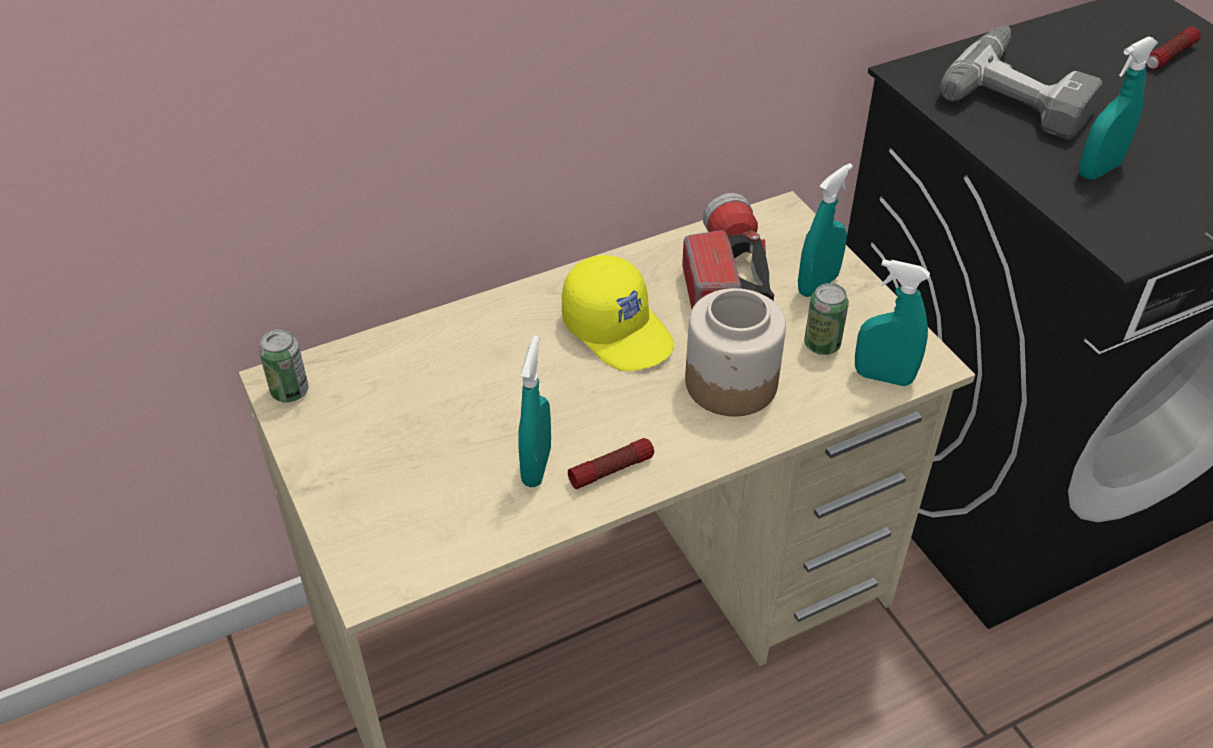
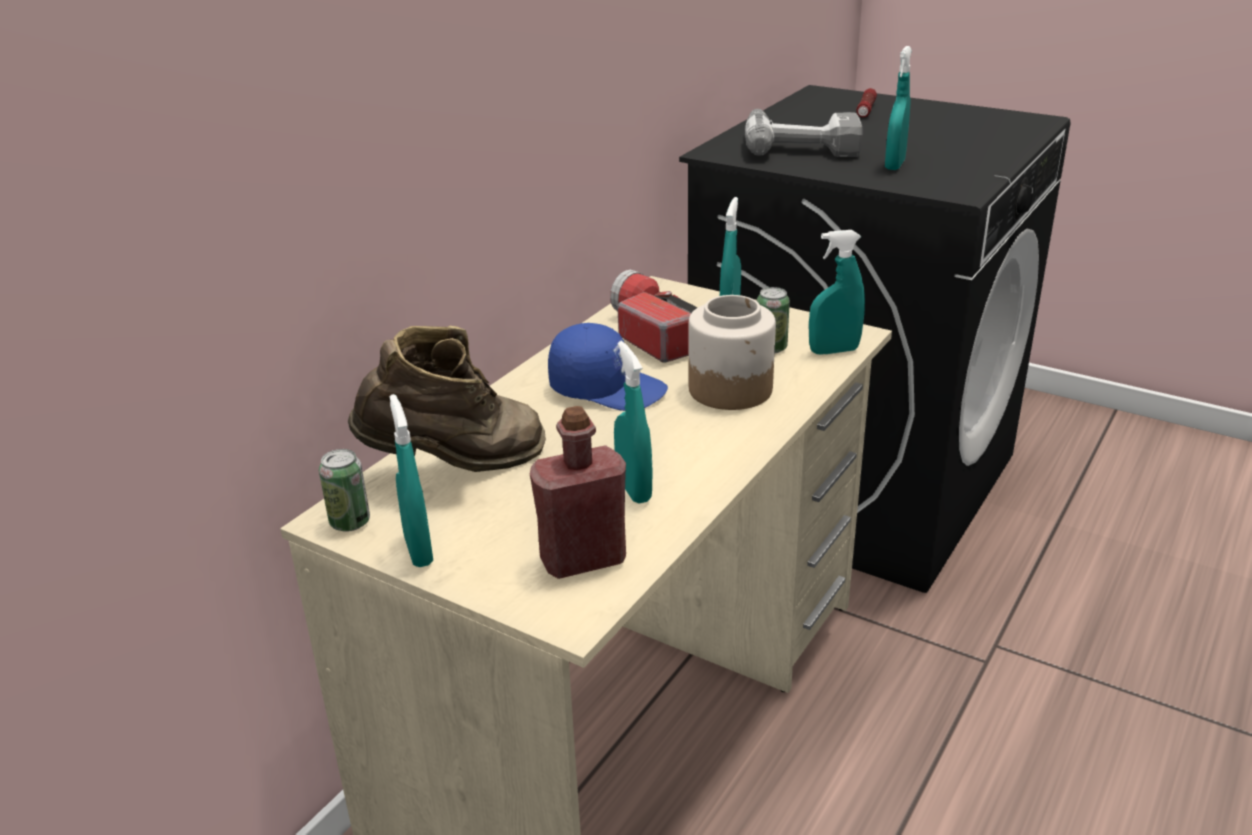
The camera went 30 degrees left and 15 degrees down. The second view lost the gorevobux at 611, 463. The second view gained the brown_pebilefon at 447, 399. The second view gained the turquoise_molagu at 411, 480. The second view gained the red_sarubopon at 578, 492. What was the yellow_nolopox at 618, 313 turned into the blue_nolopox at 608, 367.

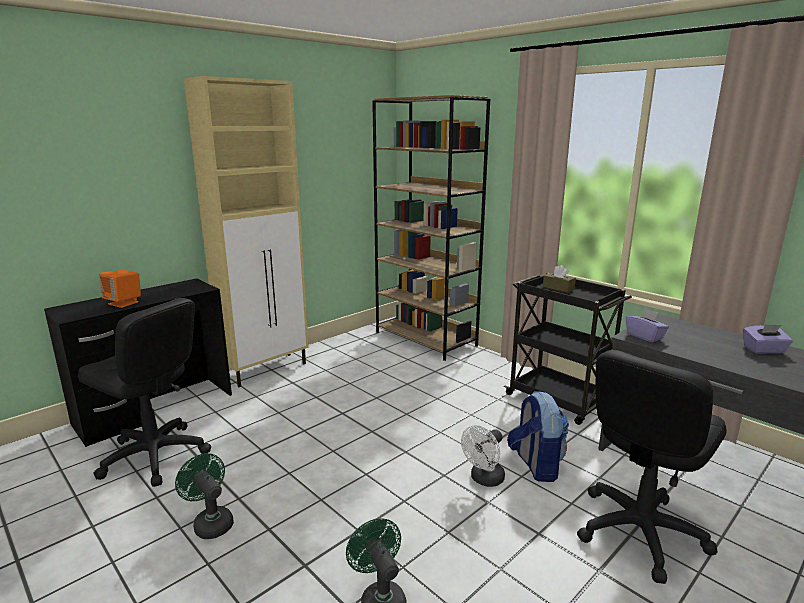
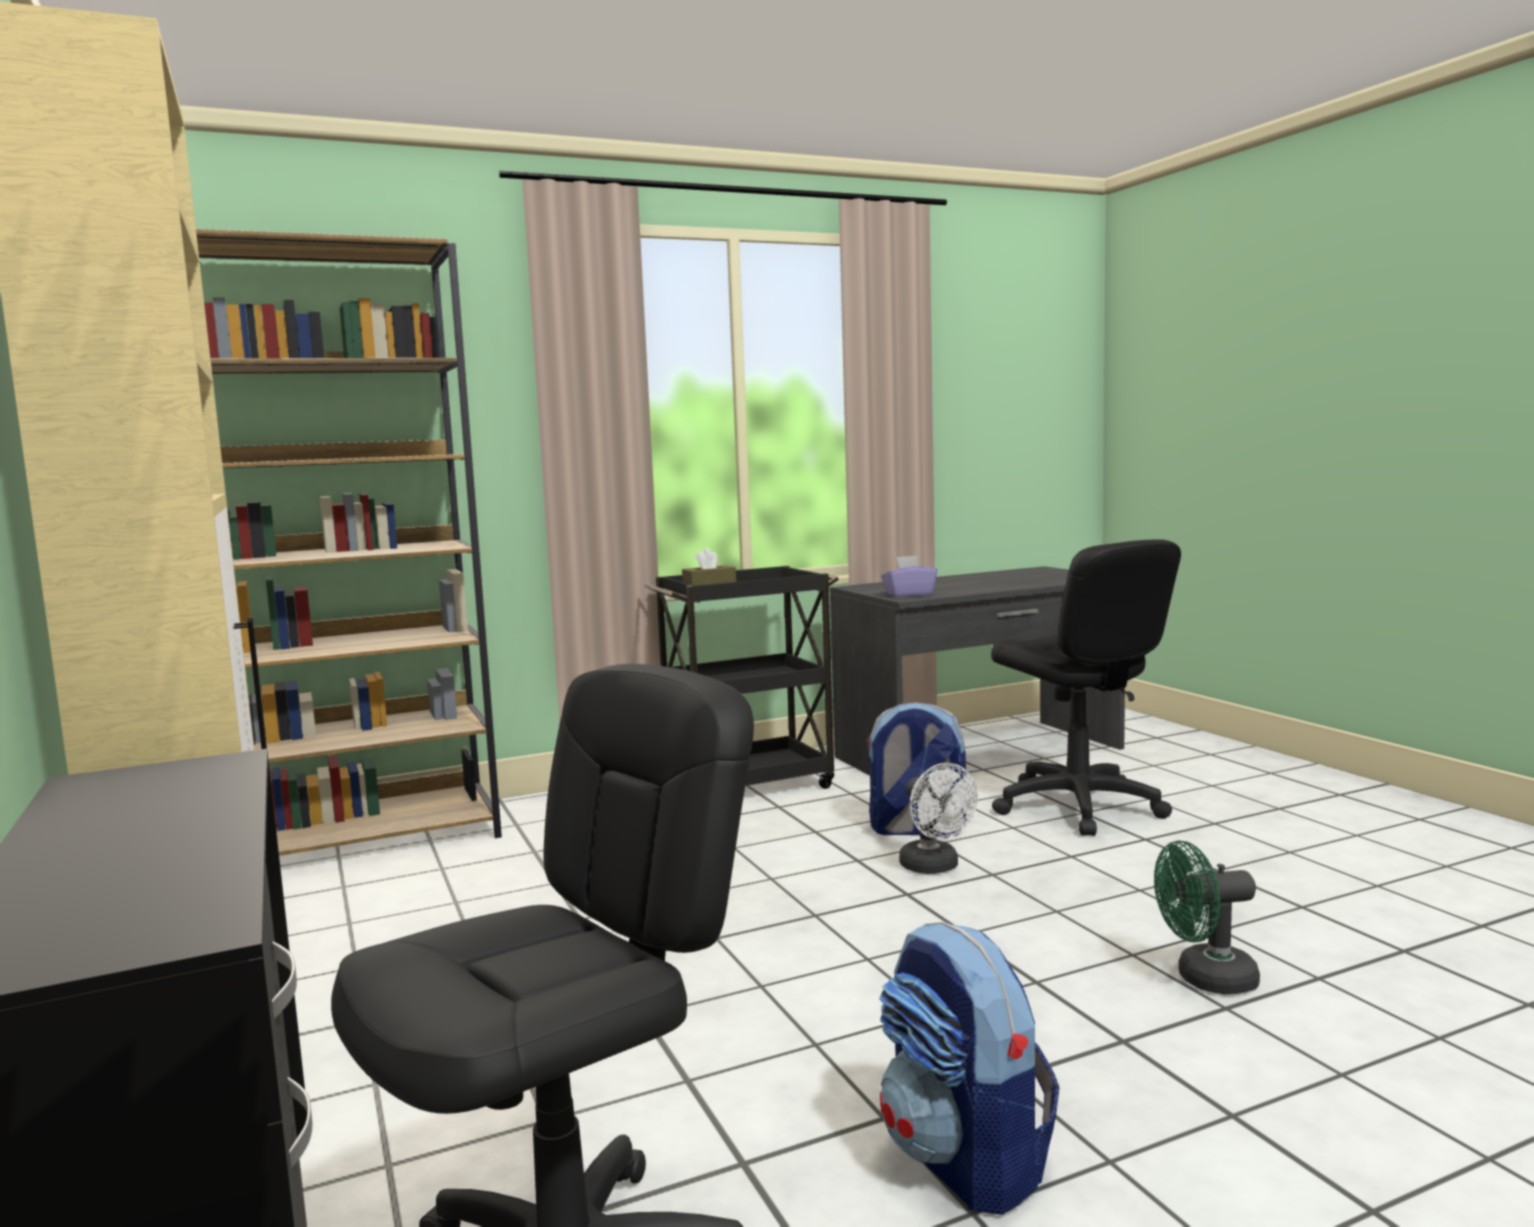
The camera went 70 degrees left and 10 degrees down. The second view lost the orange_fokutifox at 120, 289. The second view lost the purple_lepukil at 768, 339. Where the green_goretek stood at 204, 496, the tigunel came to stand at 969, 1068.

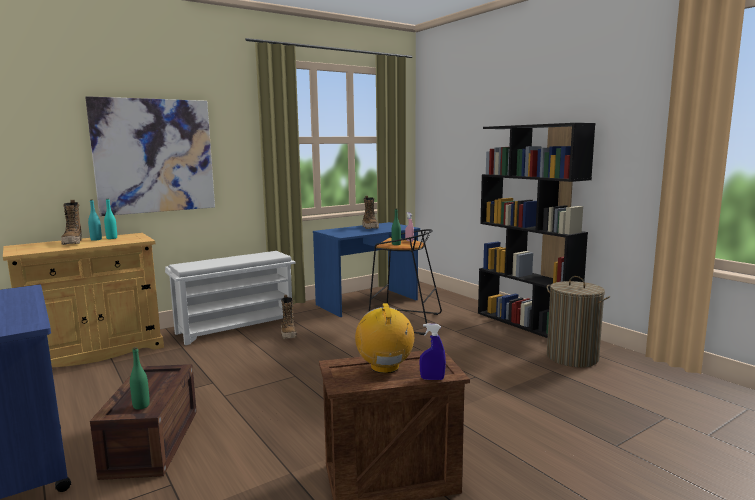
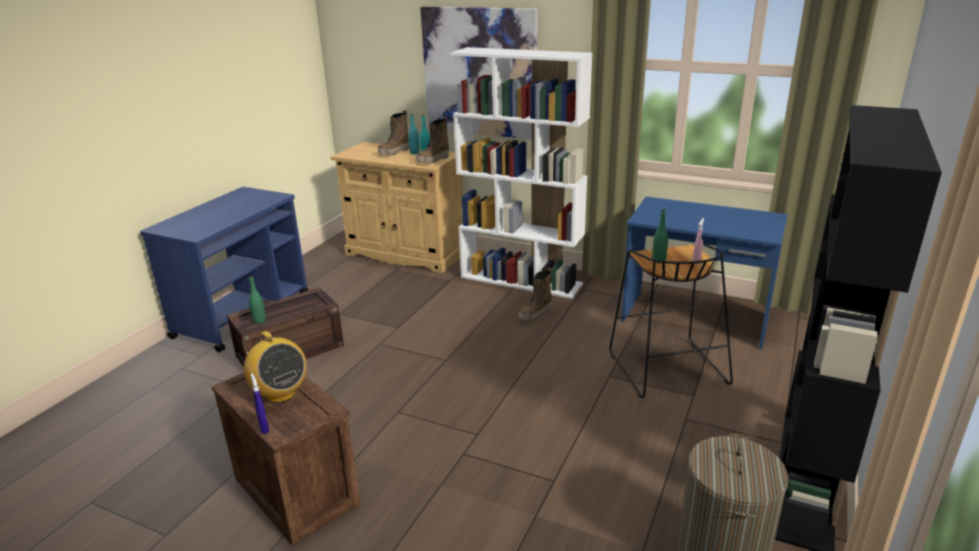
The camera went 60 degrees right and 15 degrees up. The pebilefon ended up elsewhere, having gone from 370, 212 to 432, 140. Where the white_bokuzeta stood at 230, 298, the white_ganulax came to stand at 521, 173. The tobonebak at 384, 338 ended up facing another way, 90 degrees clockwise from before.

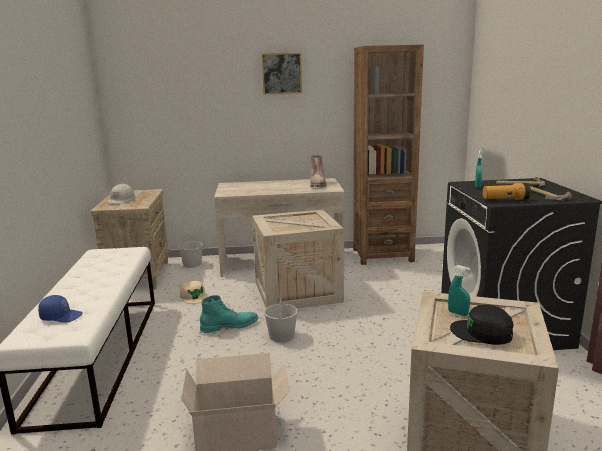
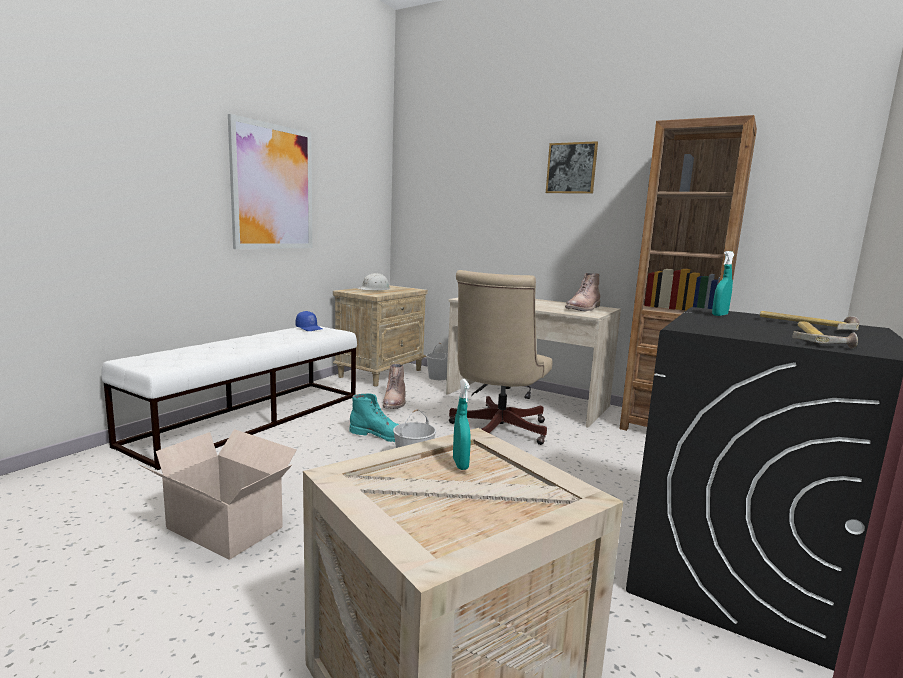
The camera went 35 degrees right and 5 degrees down. The second view lost the black_nolopox at 481, 325. The second view lost the gorevobux at 506, 191. The second view gained the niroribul at 270, 181. The blue_nolopox ended up elsewhere, having gone from 60, 309 to 309, 321. Where the beige_nolopox stood at 194, 292, the brown_pebilefon came to stand at 394, 386. Where the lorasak stood at 298, 258, the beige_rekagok came to stand at 500, 357.

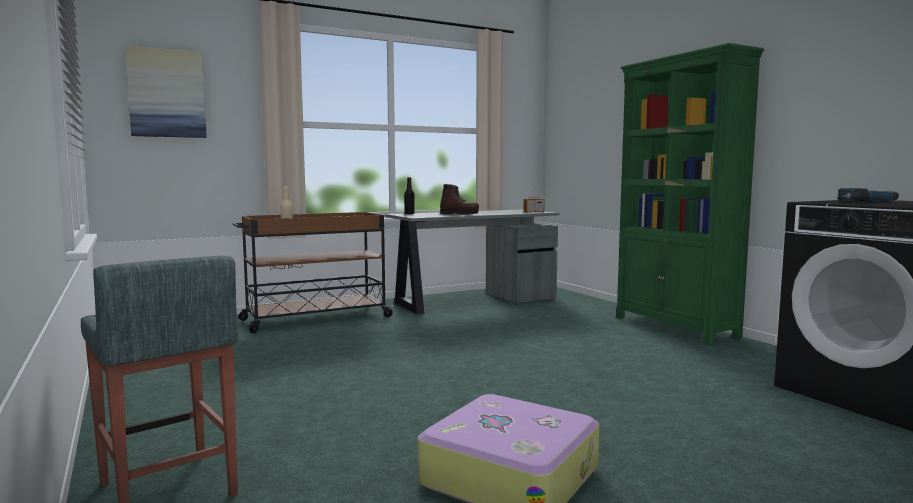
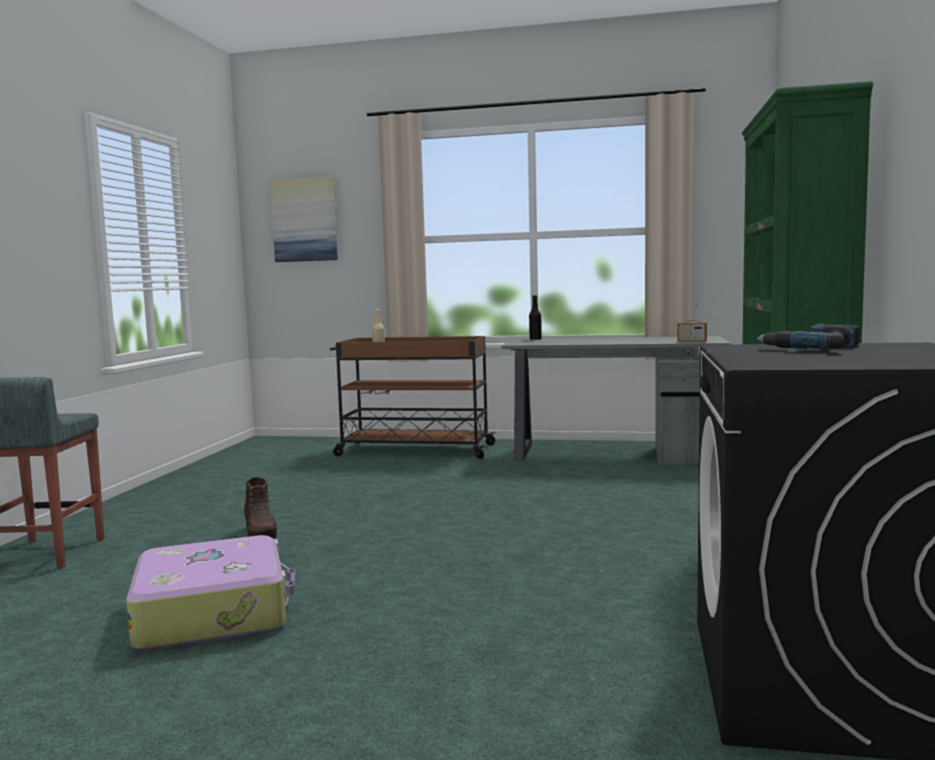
The camera went 40 degrees right and 0 degrees up. The brown_pebilefon ended up elsewhere, having gone from 459, 199 to 260, 508.

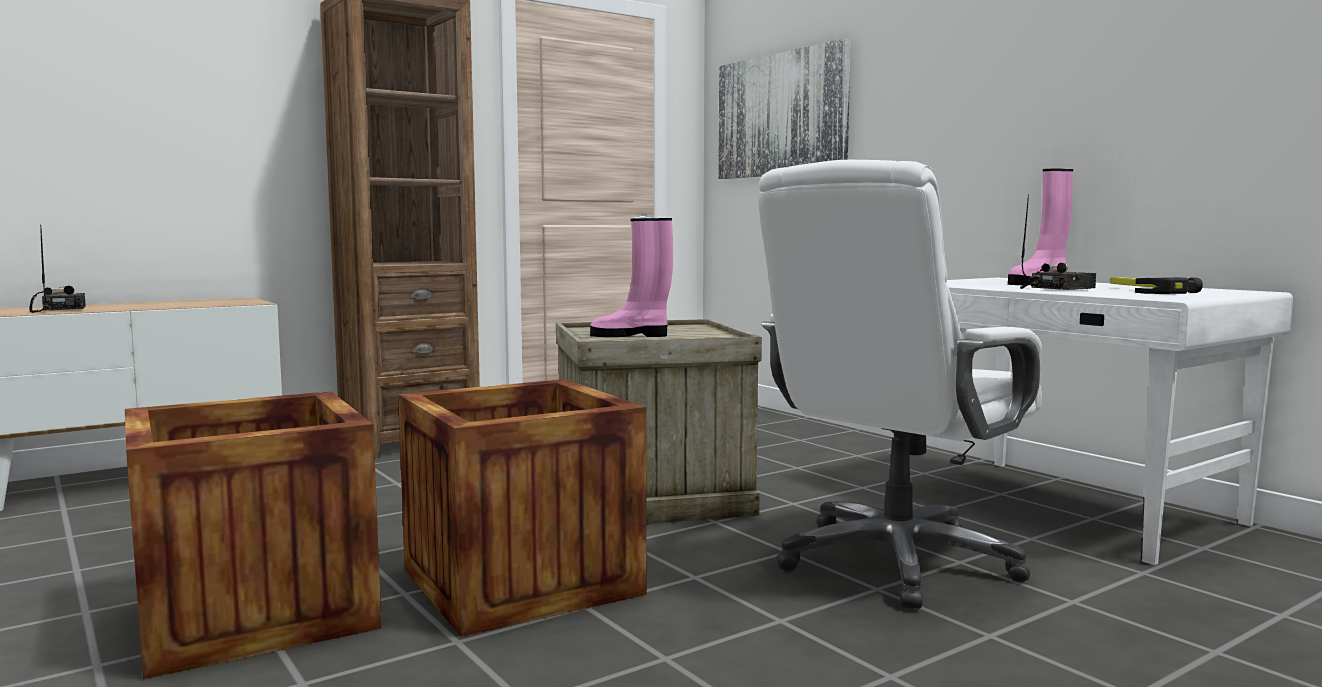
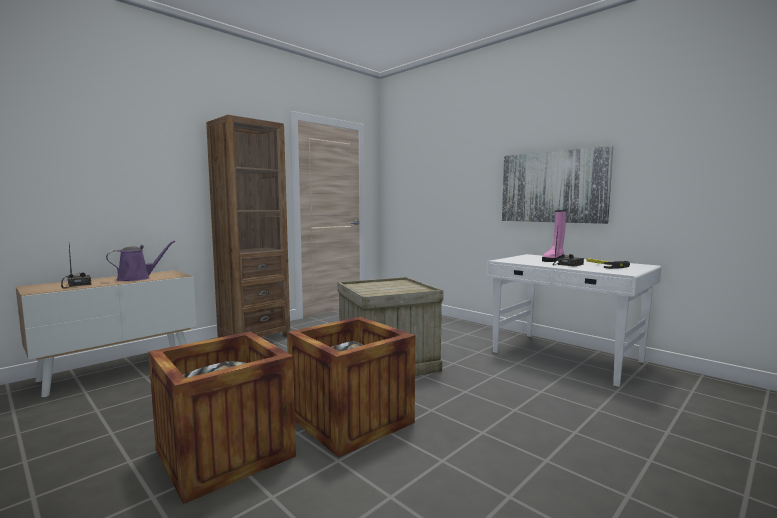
The camera went 10 degrees left and 0 degrees up. The second view lost the pink_pebilefon at 631, 277. The second view lost the white_rekagok at 900, 384. The second view gained the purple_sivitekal at 140, 260. The niroribul ended up elsewhere, having gone from 784, 108 to 557, 185.

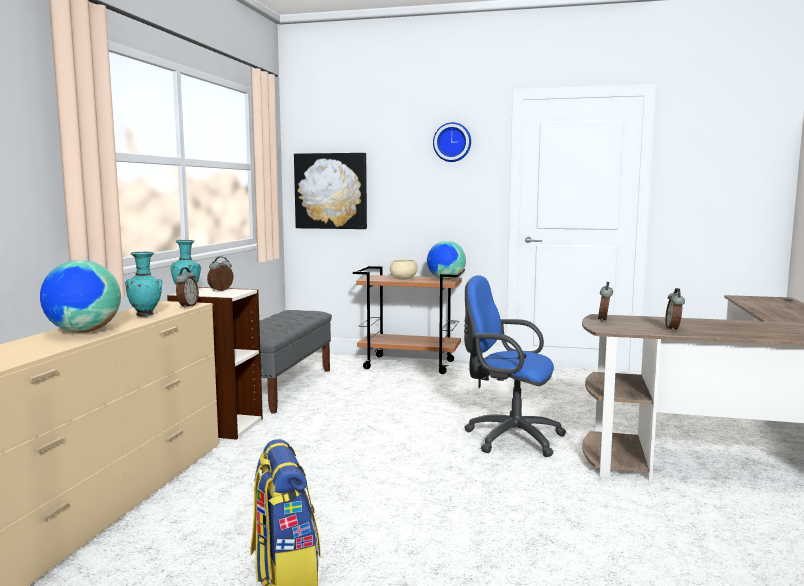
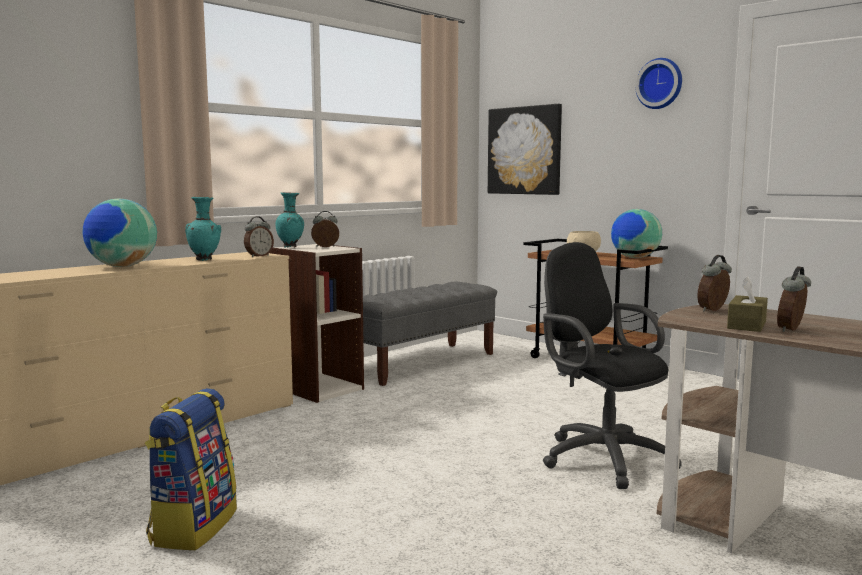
The camera went 30 degrees right and 0 degrees up. The second view gained the brown_lepukil at 747, 304. What was the blue_rekagok at 515, 366 turned into the black_rekagok at 612, 365.

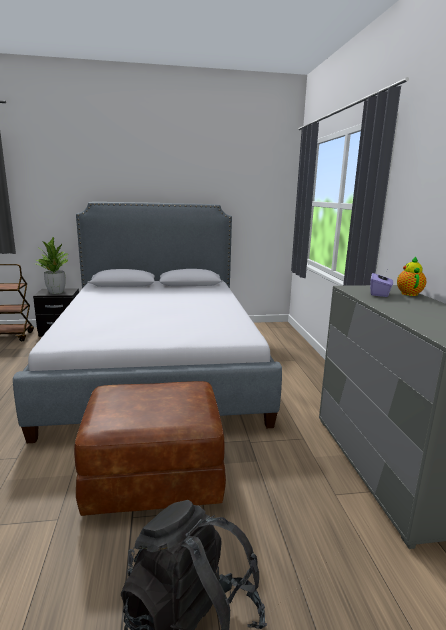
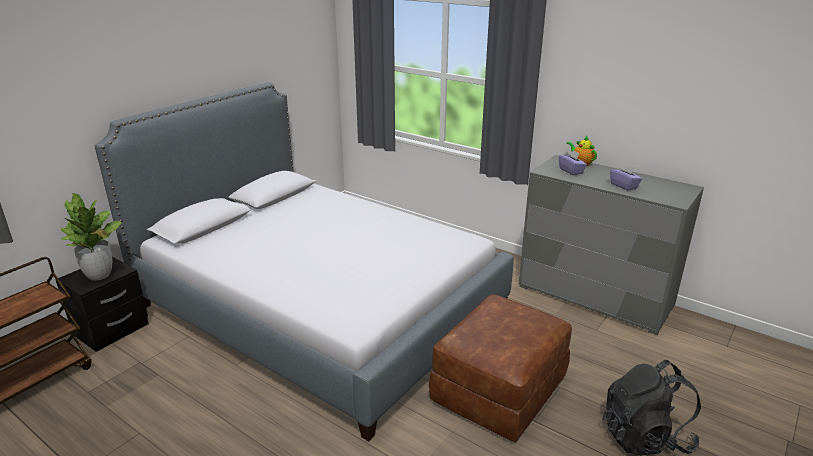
The camera went 45 degrees left and 10 degrees up. The second view gained the purple_lepukil at 626, 177.

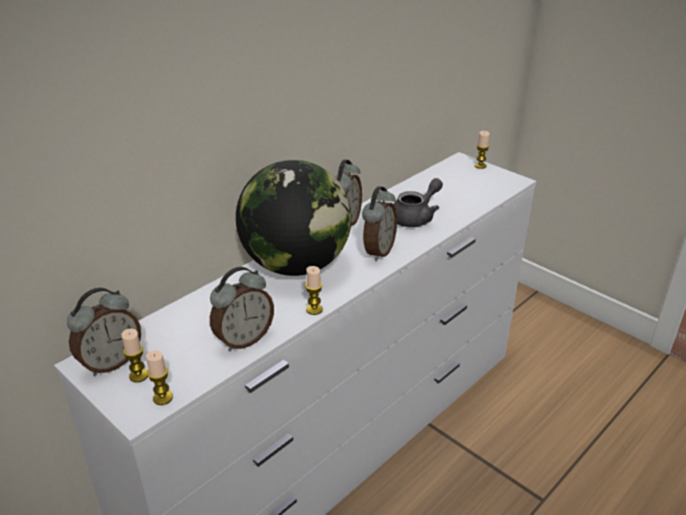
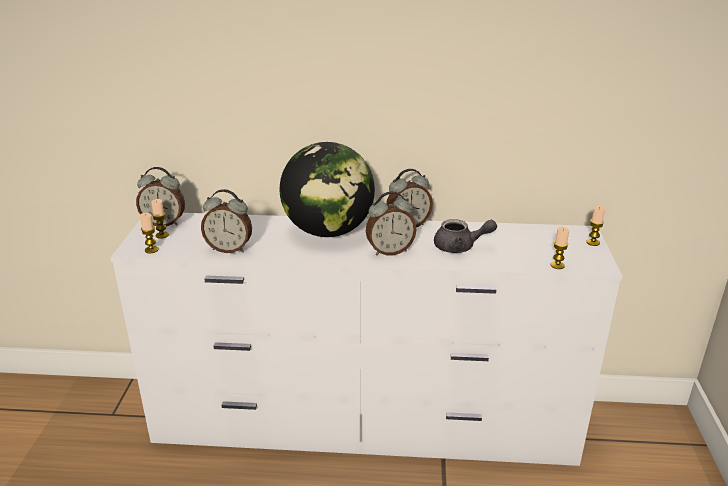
The camera went 50 degrees right and 5 degrees down. The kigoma ended up elsewhere, having gone from 314, 290 to 559, 248.

